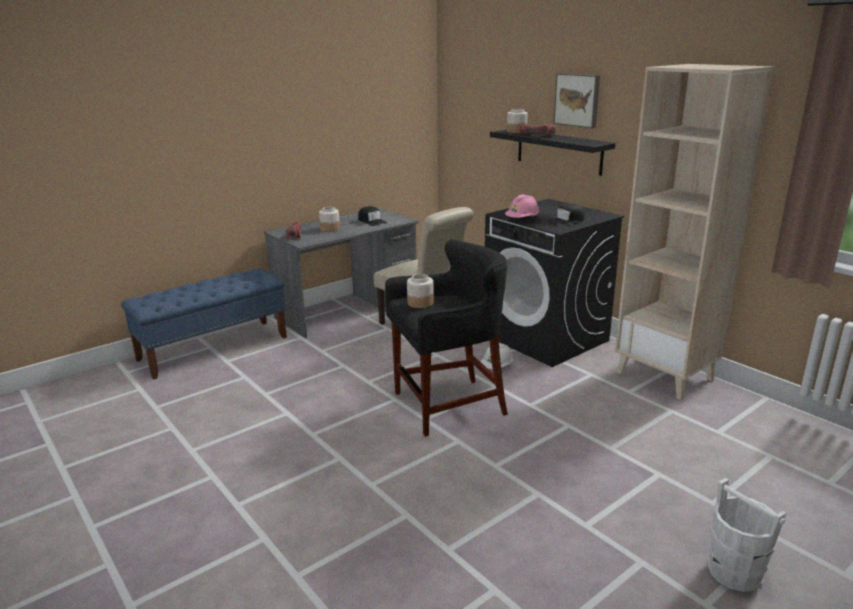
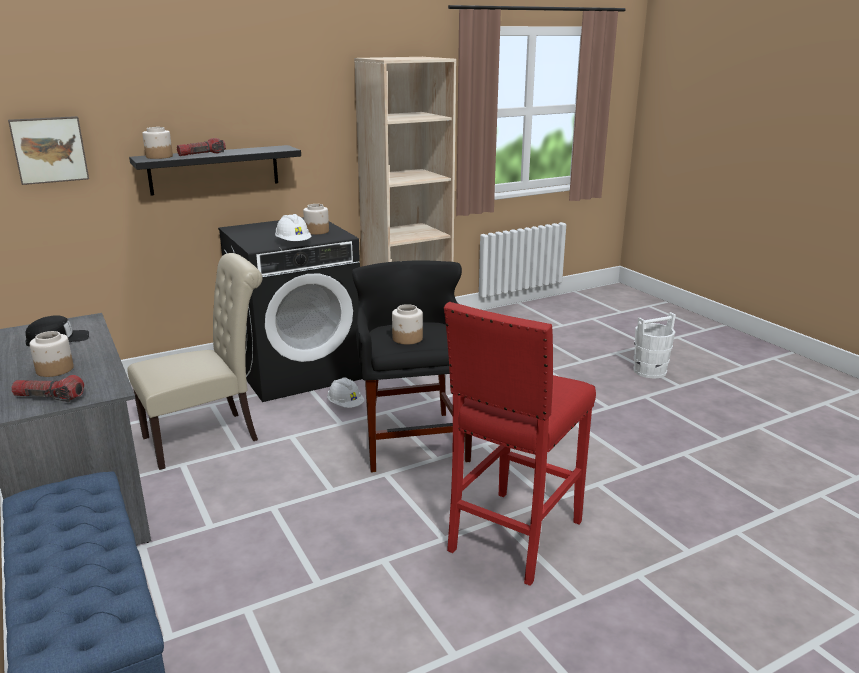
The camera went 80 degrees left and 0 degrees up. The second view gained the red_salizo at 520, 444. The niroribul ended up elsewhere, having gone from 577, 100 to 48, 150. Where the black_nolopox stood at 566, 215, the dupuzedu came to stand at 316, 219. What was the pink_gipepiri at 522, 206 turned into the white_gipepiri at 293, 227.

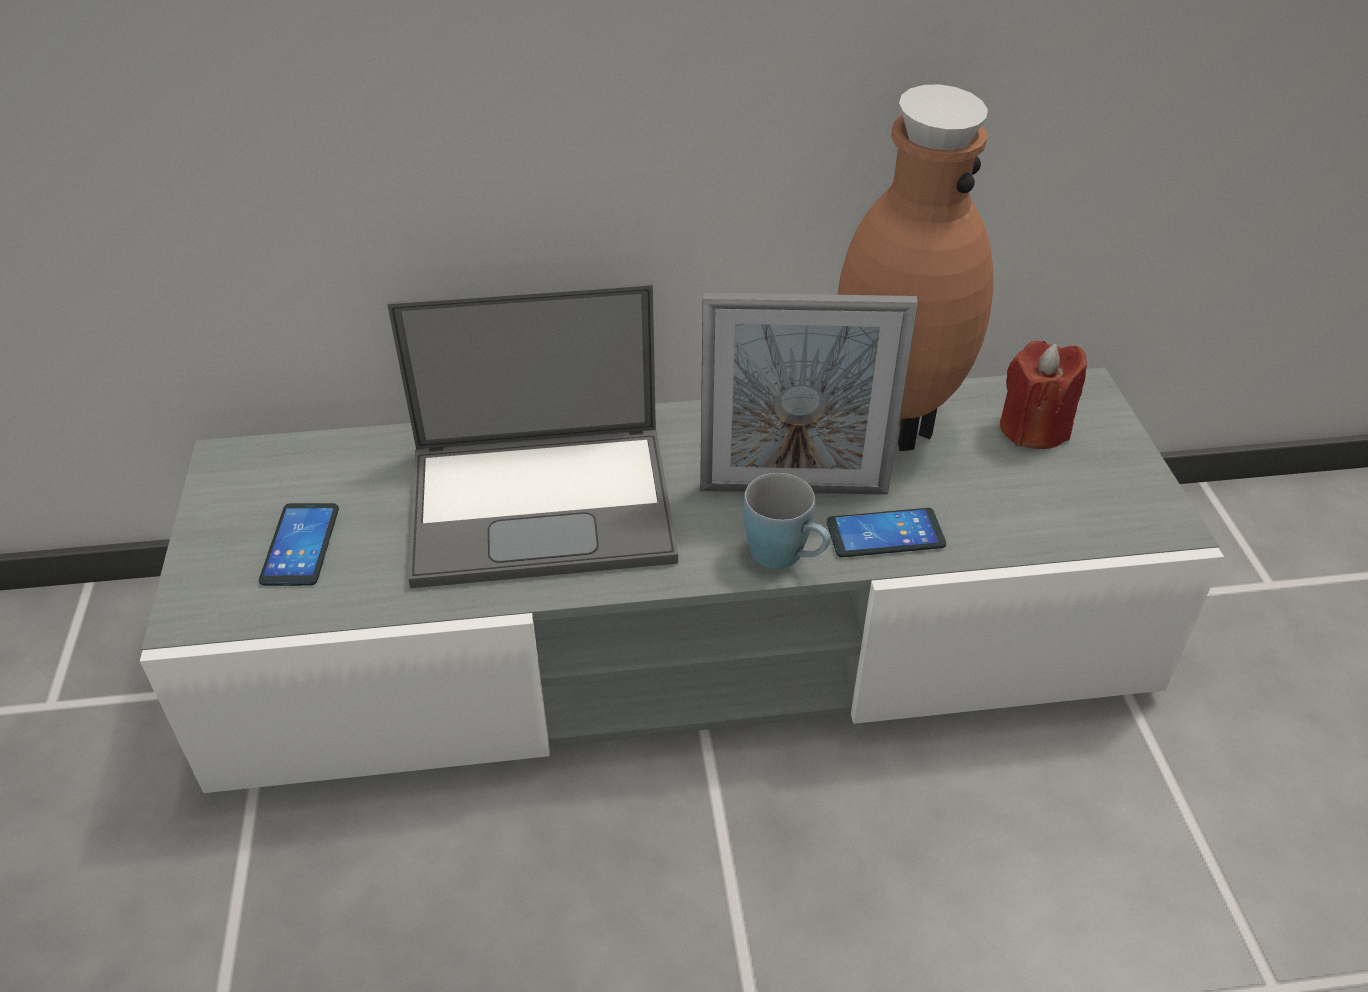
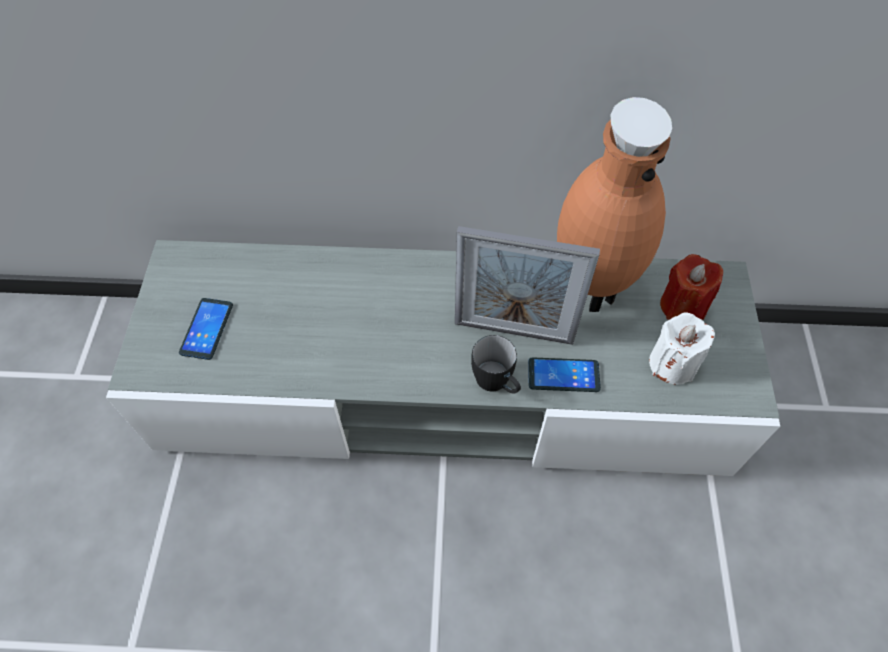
The camera went 10 degrees right and 15 degrees up. The second view lost the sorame at 532, 435. The second view gained the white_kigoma at 682, 348. What was the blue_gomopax at 786, 521 turned into the black_gomopax at 496, 364.

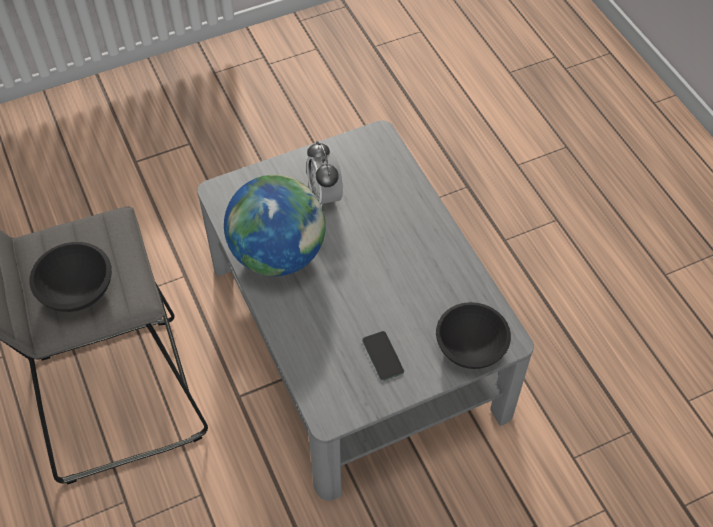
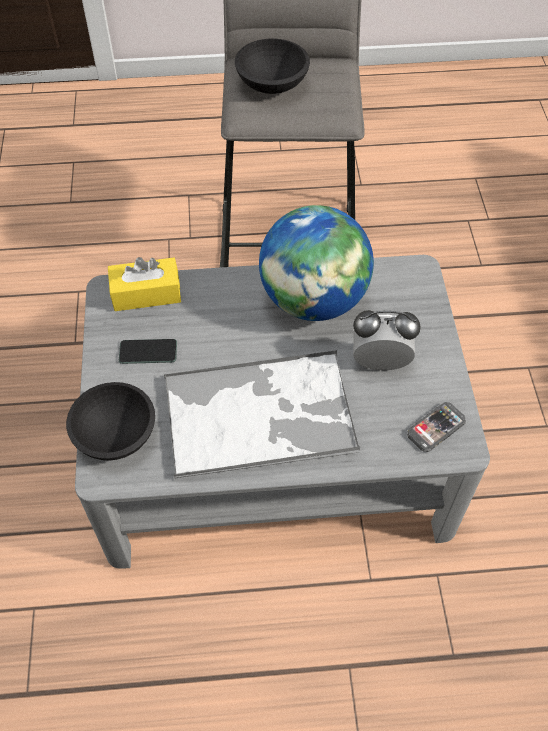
The camera went 110 degrees right and 0 degrees up. The second view gained the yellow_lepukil at 144, 284. The second view gained the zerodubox at 262, 414. The second view gained the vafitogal at 436, 427.

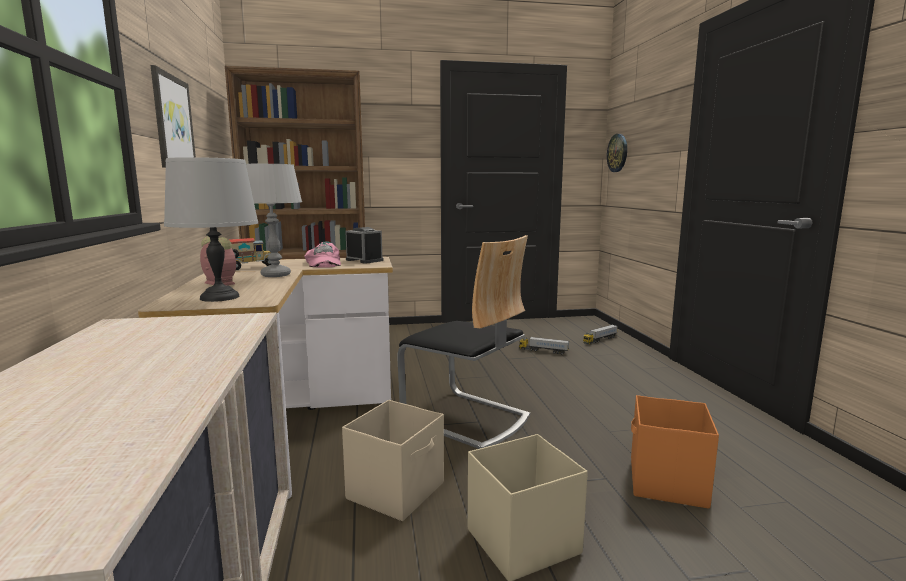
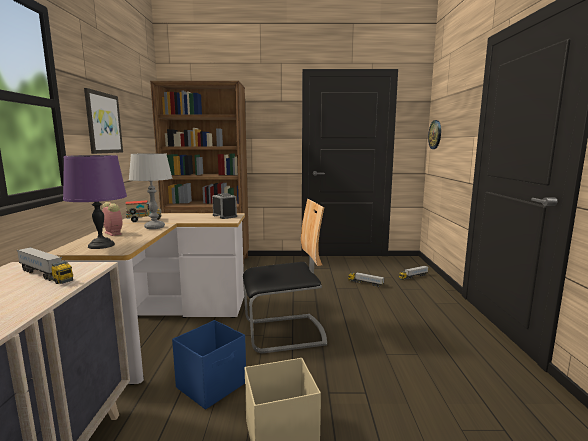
The camera went 10 degrees right and 0 degrees up. The second view lost the pink_nolopox at 323, 254. The second view lost the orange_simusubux at 675, 451. The second view gained the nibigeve at 45, 265. What was the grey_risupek at 211, 229 turned into the purple_risupek at 95, 202. What was the beige_simusubux at 393, 460 turned into the blue_simusubux at 209, 365. The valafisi at 463, 342 ended up facing another way, 60 degrees counterclockwise from before.

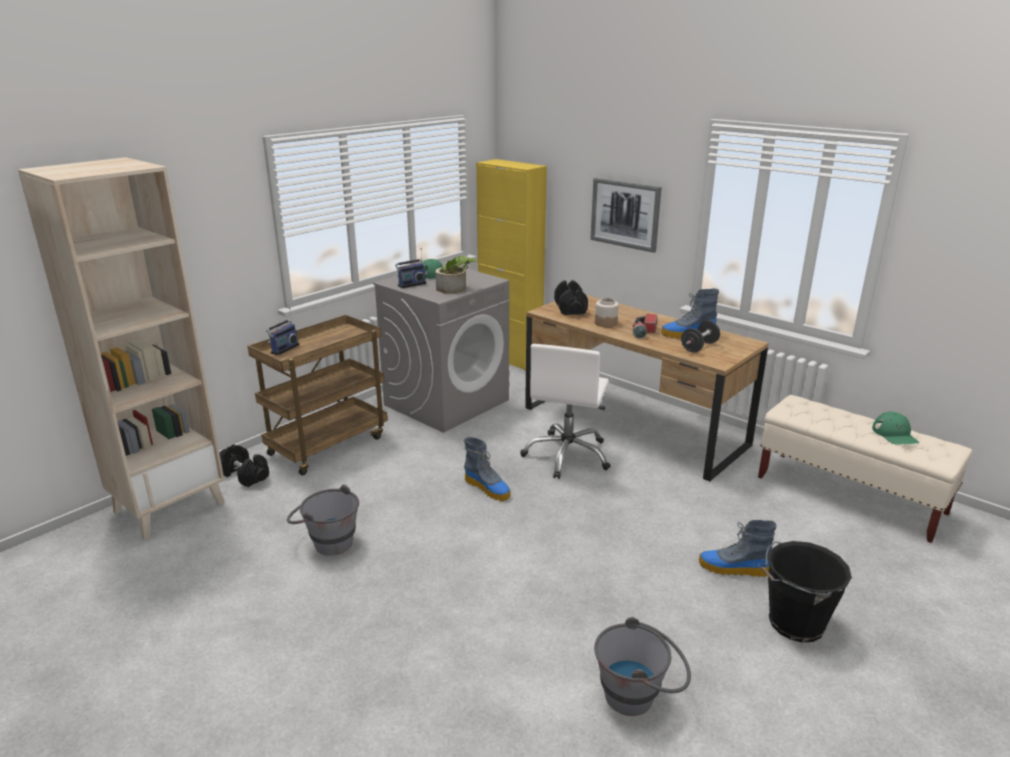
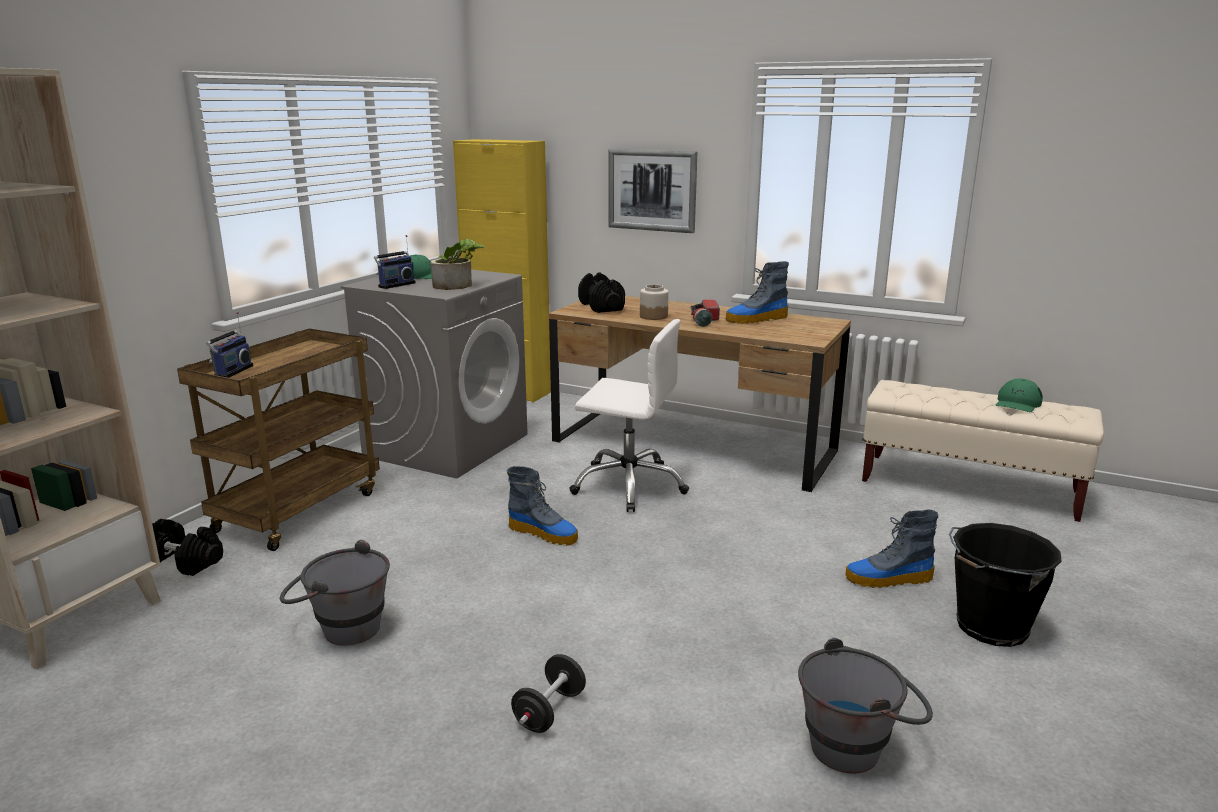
The camera went 15 degrees left and 5 degrees down. The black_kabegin ended up elsewhere, having gone from 700, 336 to 548, 693. The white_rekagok at 565, 411 ended up facing another way, 75 degrees counterclockwise from before. The green_nolopox at 895, 428 ended up facing another way, 60 degrees clockwise from before.

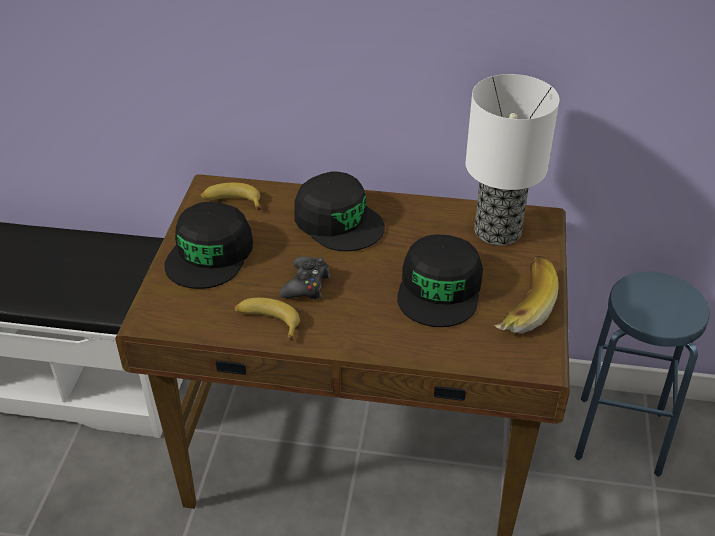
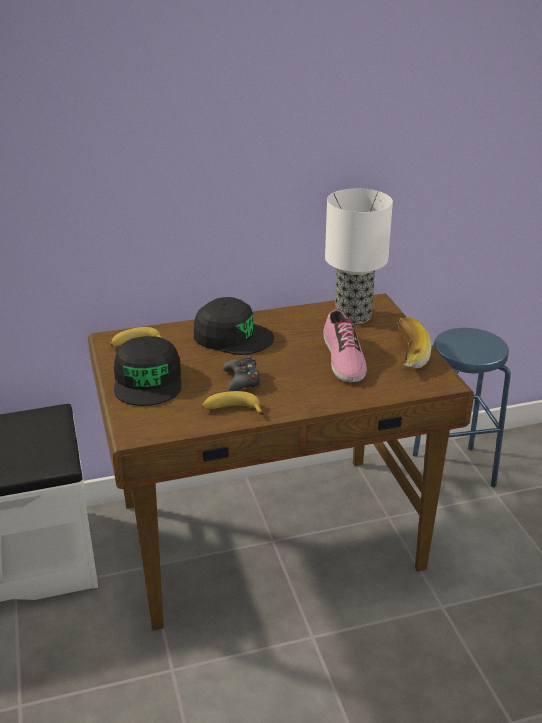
The camera went 25 degrees left and 10 degrees down. Where the black_nolopox stood at 440, 281, the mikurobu came to stand at 345, 345.

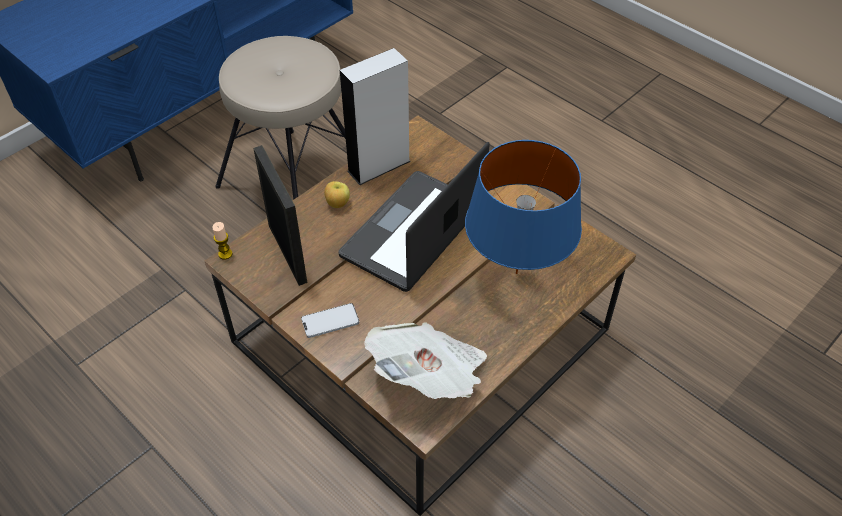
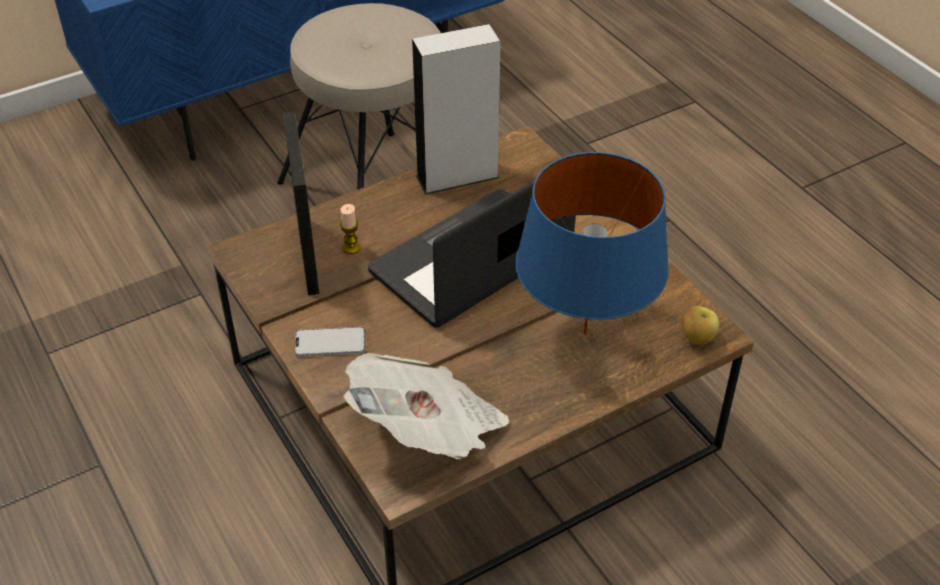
The camera went 15 degrees right and 5 degrees down. The kigoma ended up elsewhere, having gone from 222, 240 to 350, 229. The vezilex ended up elsewhere, having gone from 337, 194 to 701, 325.

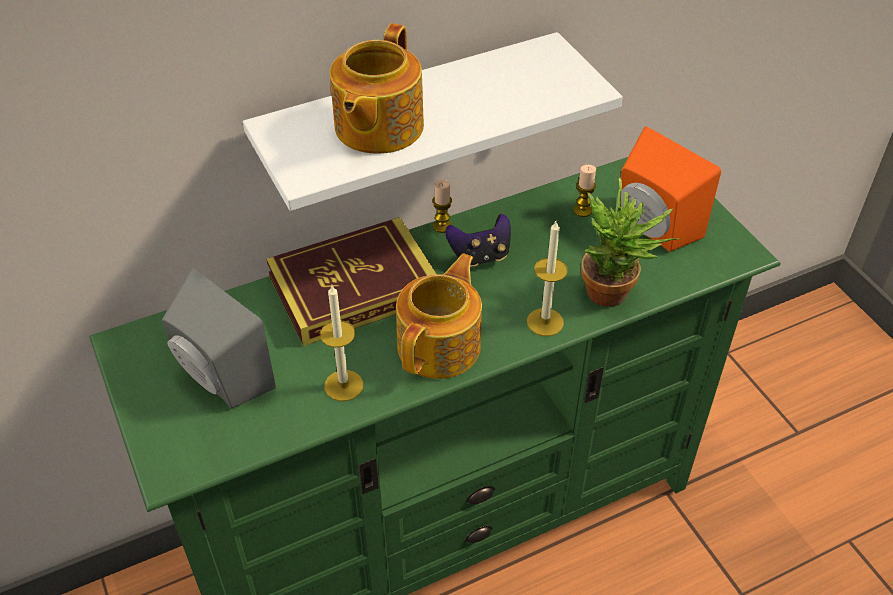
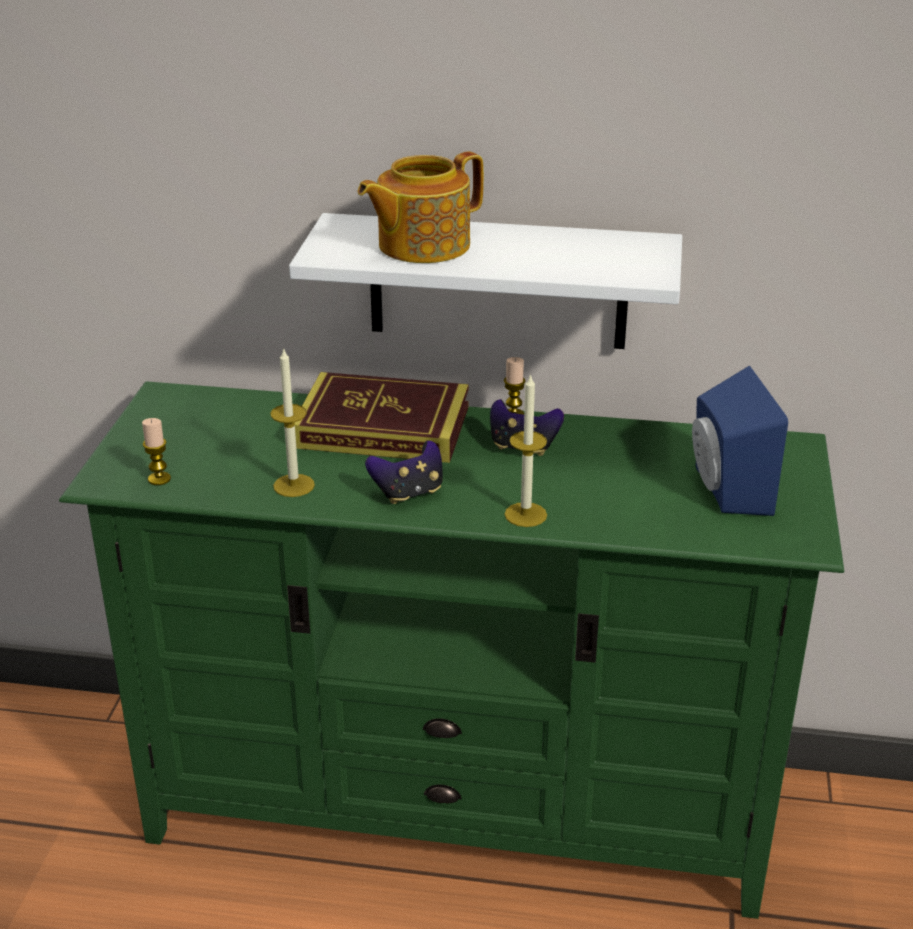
The camera went 35 degrees right and 15 degrees down. The second view lost the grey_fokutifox at 219, 338. The second view lost the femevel at 630, 242. The kigoma ended up elsewhere, having gone from 585, 191 to 156, 451. Where the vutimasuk stood at 439, 316, the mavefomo came to stand at 404, 472. What was the orange_fokutifox at 671, 189 turned into the blue_fokutifox at 740, 441.

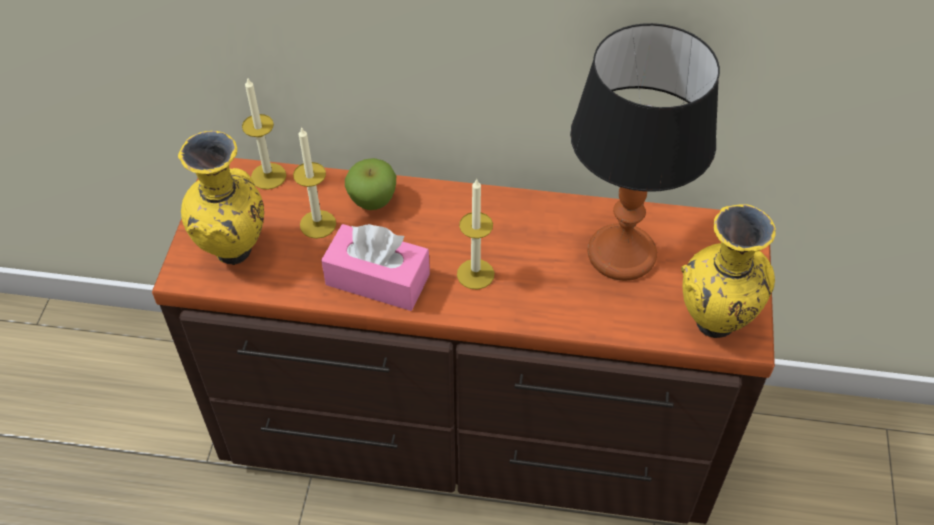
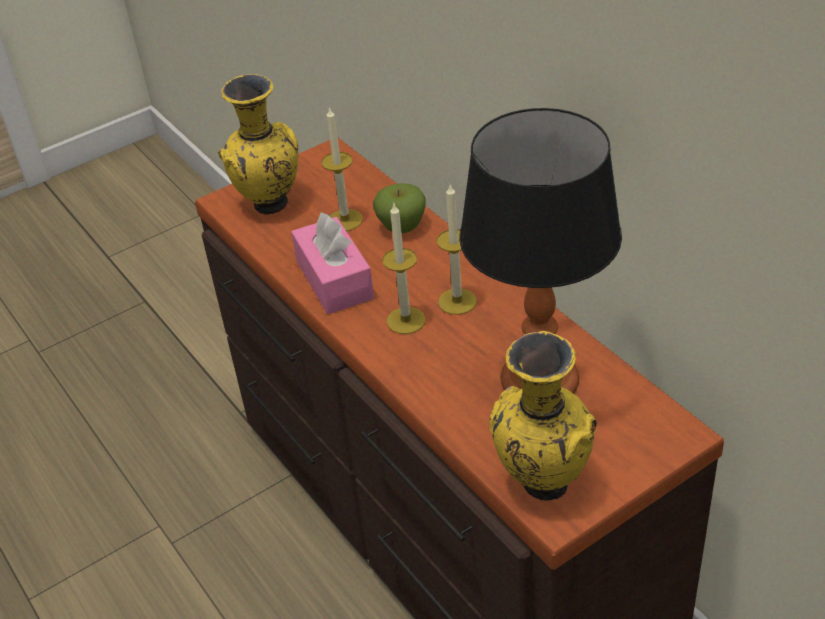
The camera went 50 degrees right and 10 degrees down. The kigoma ended up elsewhere, having gone from 264, 133 to 456, 250.

